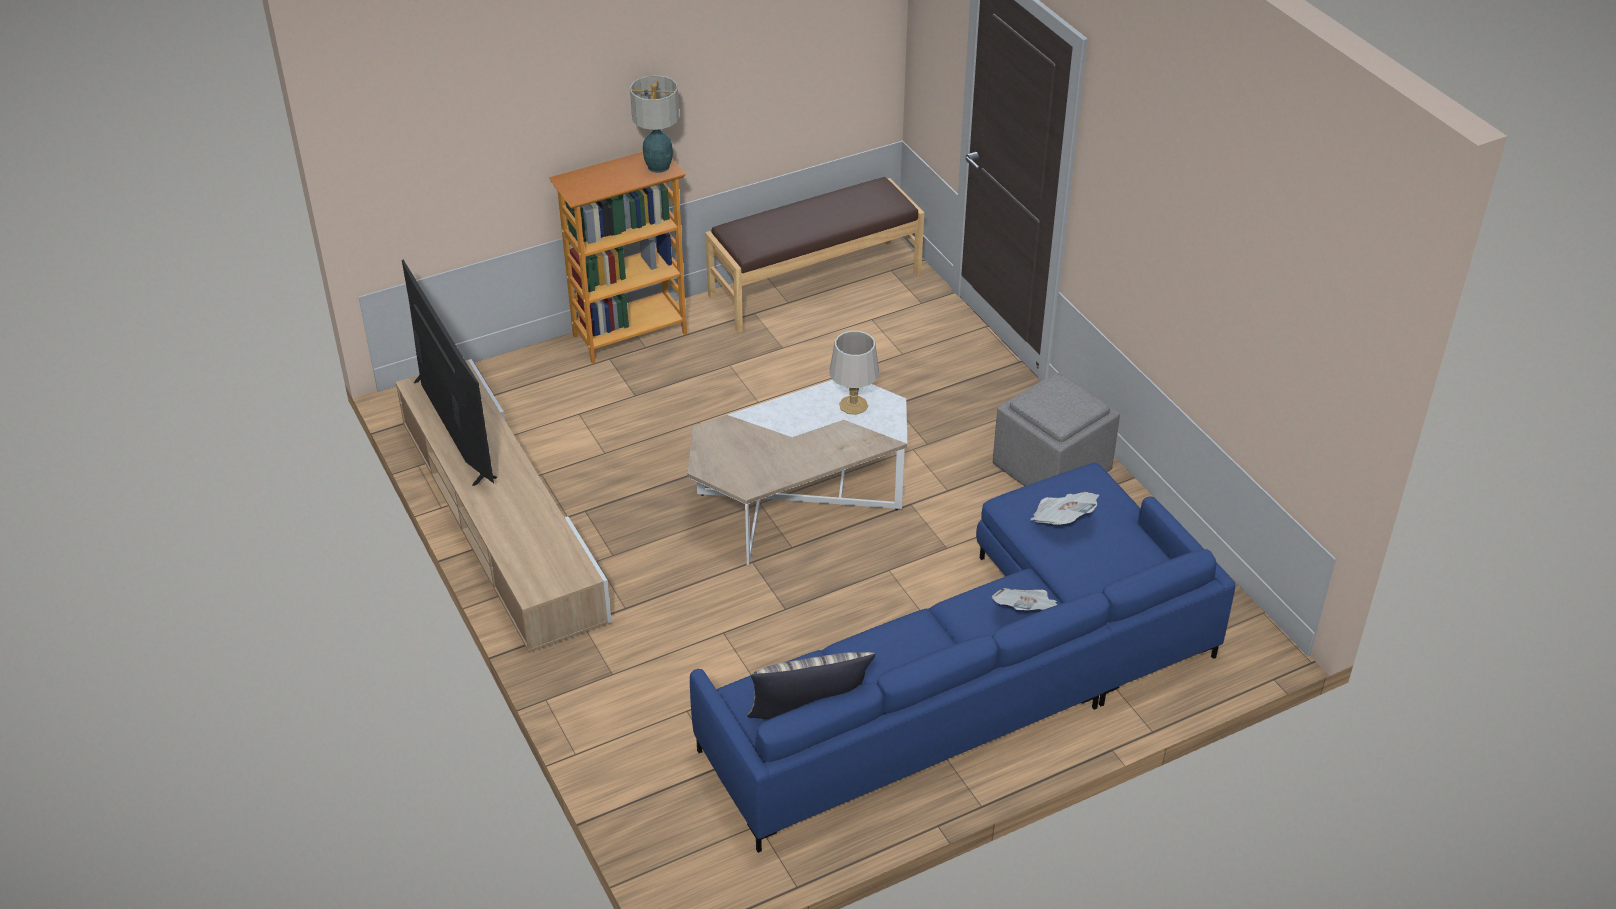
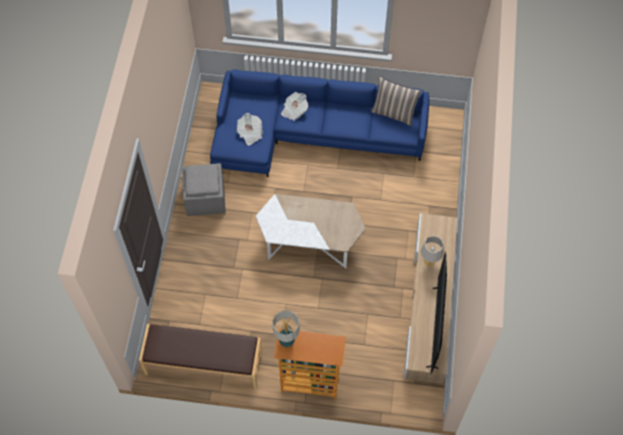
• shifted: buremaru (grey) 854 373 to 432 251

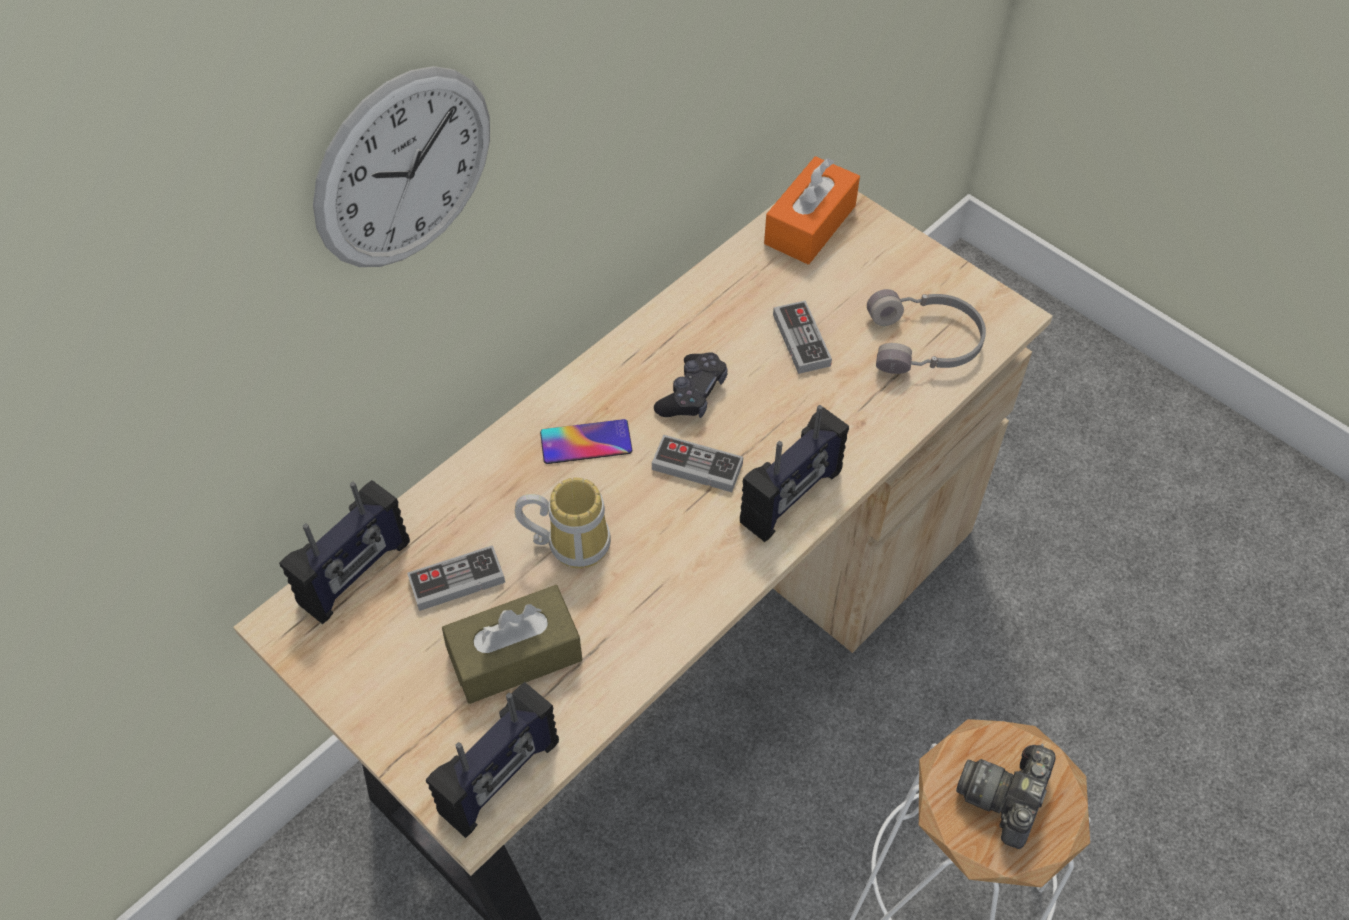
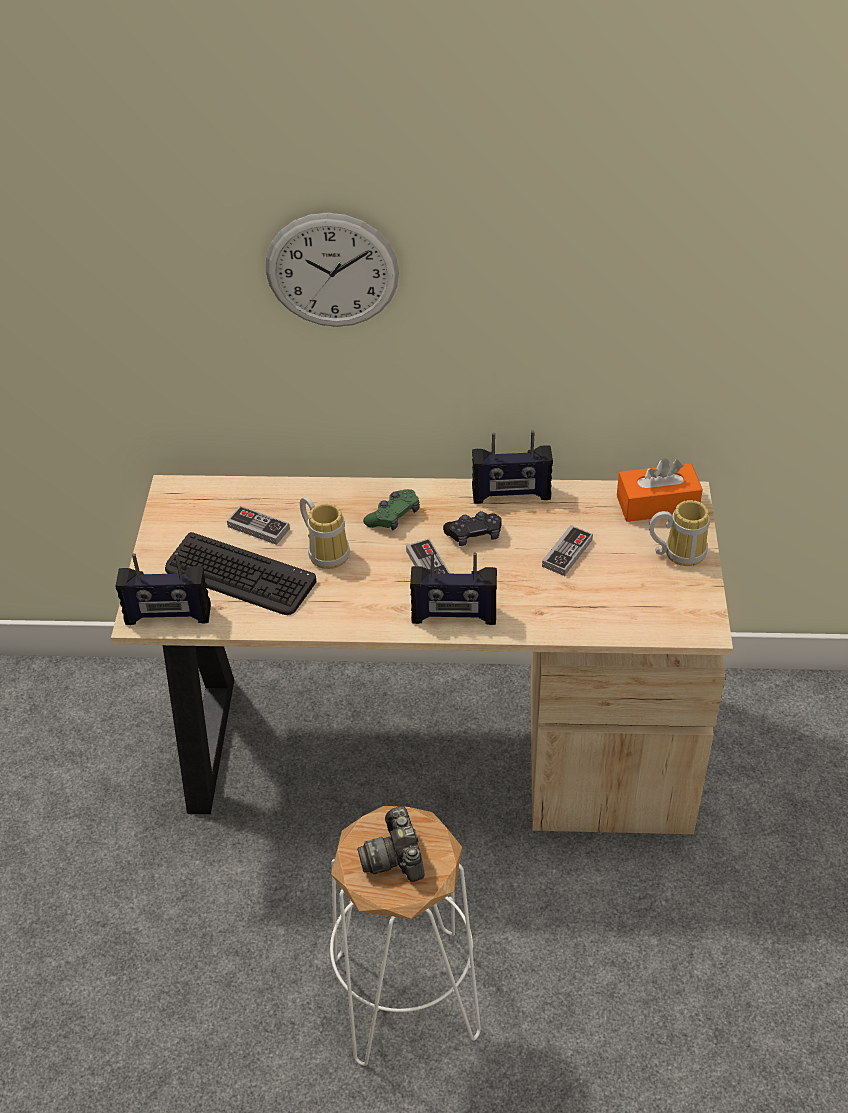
• gone: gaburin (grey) 926 331
• swapped: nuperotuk 586 441 to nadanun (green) 391 510
• shifted: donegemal 344 552 to 512 467
• swapped: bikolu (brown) 512 644 to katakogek 240 573
• rotated: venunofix 1006 796 = 390 844 90 degrees counterclockwise
• new: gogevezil 679 533

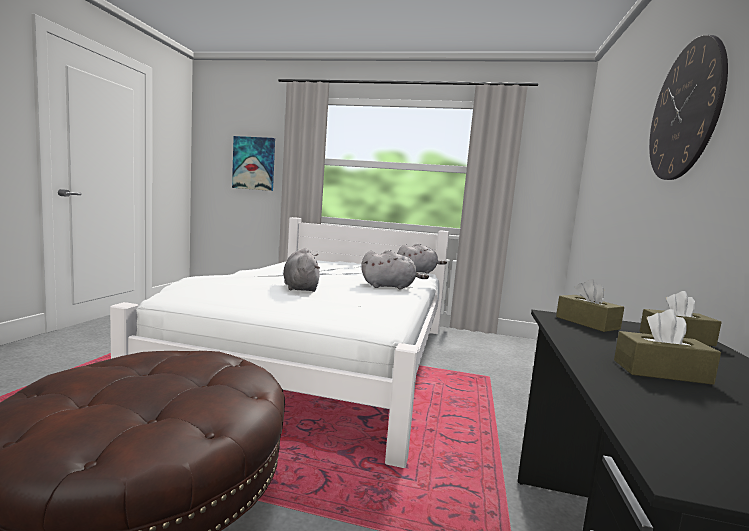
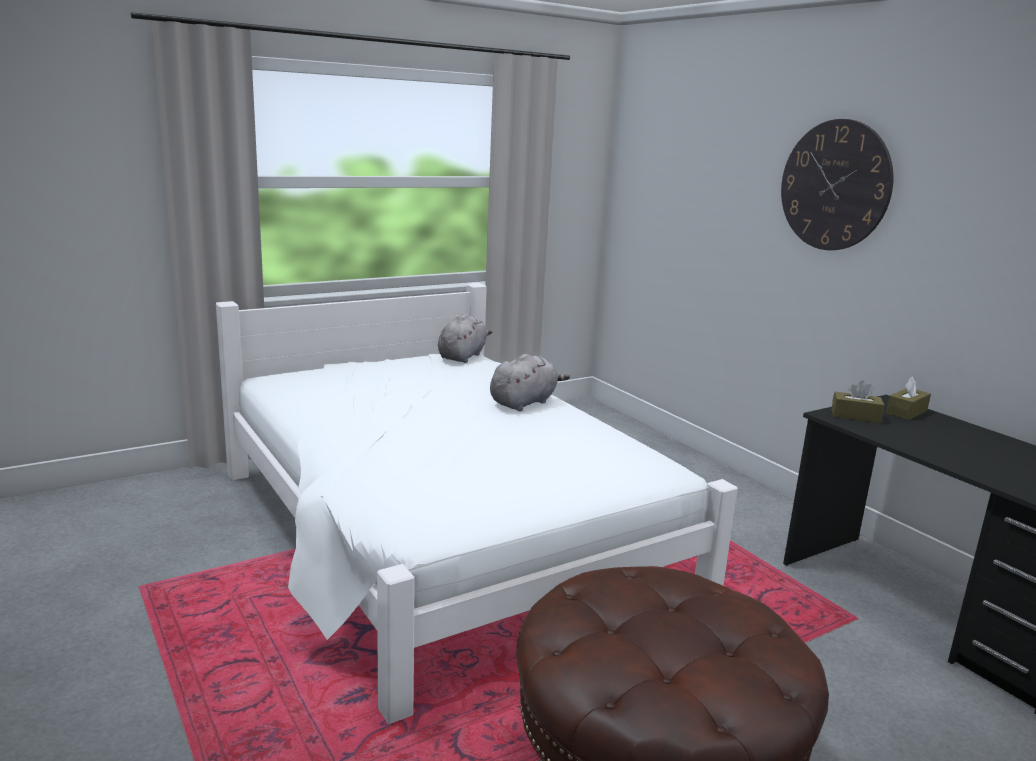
• gone: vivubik 253 163
• gone: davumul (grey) 301 270
• gone: bikolu (brown) 667 347

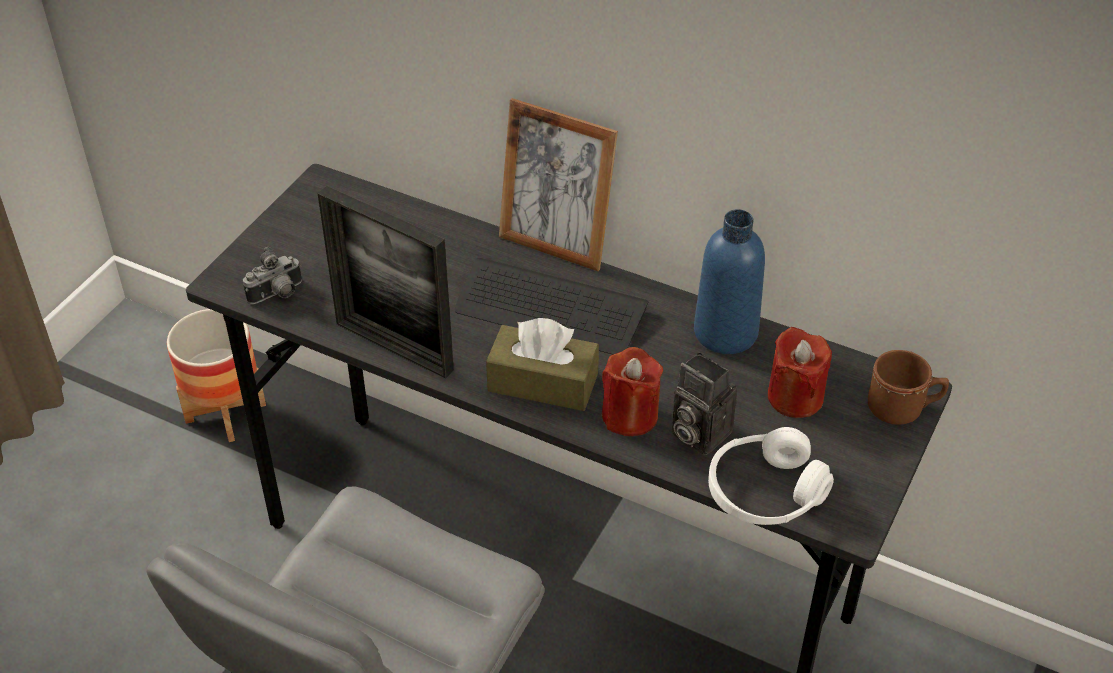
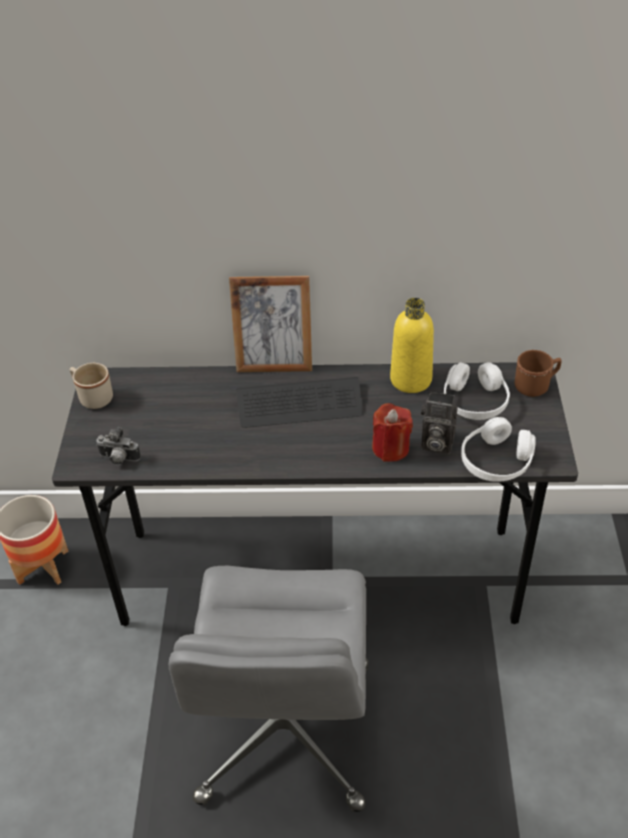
• gone: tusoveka 386 282
• repainted: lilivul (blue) 729 281 to lilivul (yellow) 412 345
• rotated: venunofix 272 275 = 118 446 75 degrees clockwise
• gone: bikolu (brown) 542 364
• swapped: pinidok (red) 800 372 to gaburin (white) 477 391
• new: gogevezil (beige) 91 386

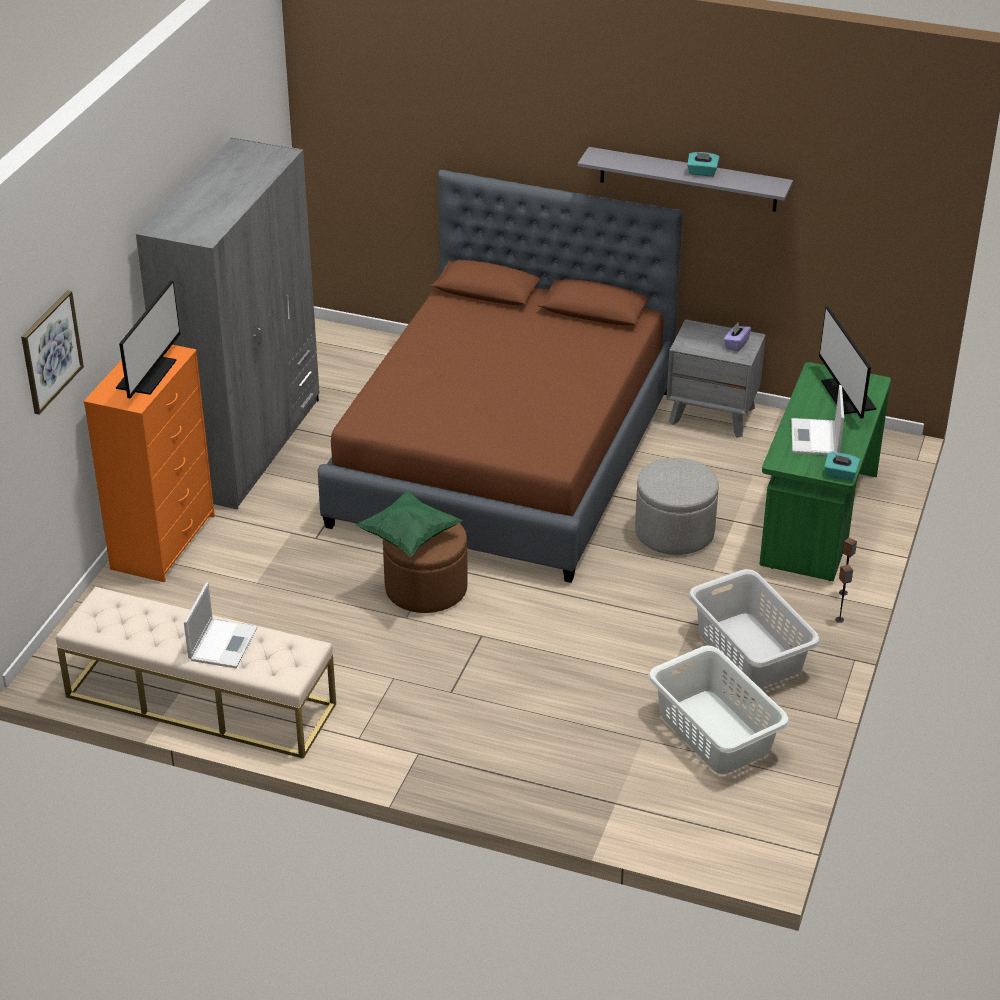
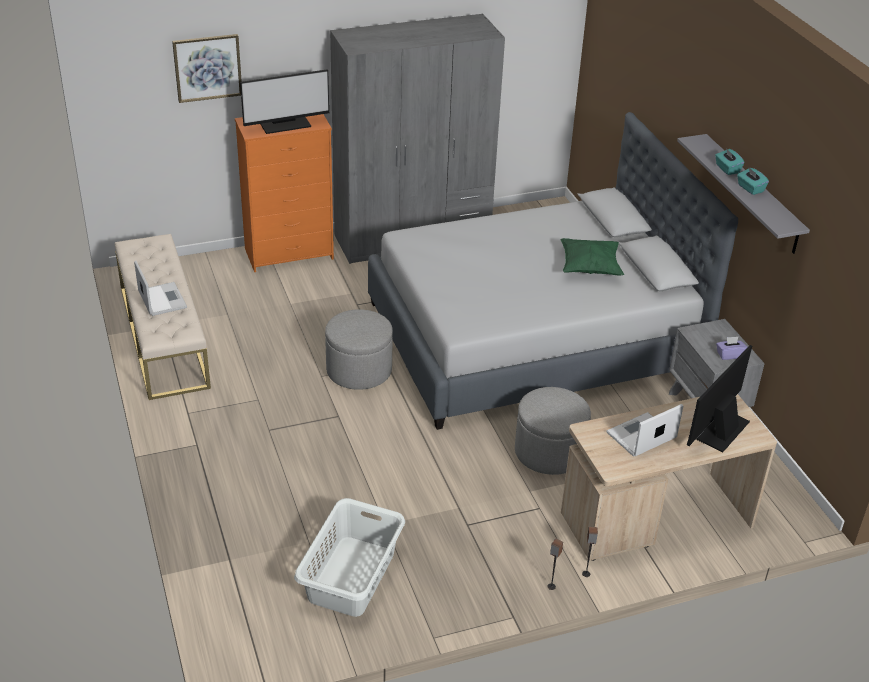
• repainted: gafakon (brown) 500 376 to gafakon (grey) 553 271
• repainted: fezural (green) 825 471 to fezural (beige) 669 477
• shifted: bikolu (turquoise) 842 466 to 729 161
• shifted: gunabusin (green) 409 524 to 592 257
• repainted: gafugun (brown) 425 568 to gafugun (grey) 359 349
• gone: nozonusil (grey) 754 628
• rotated: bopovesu 221 625 = 160 288 90 degrees counterclockwise

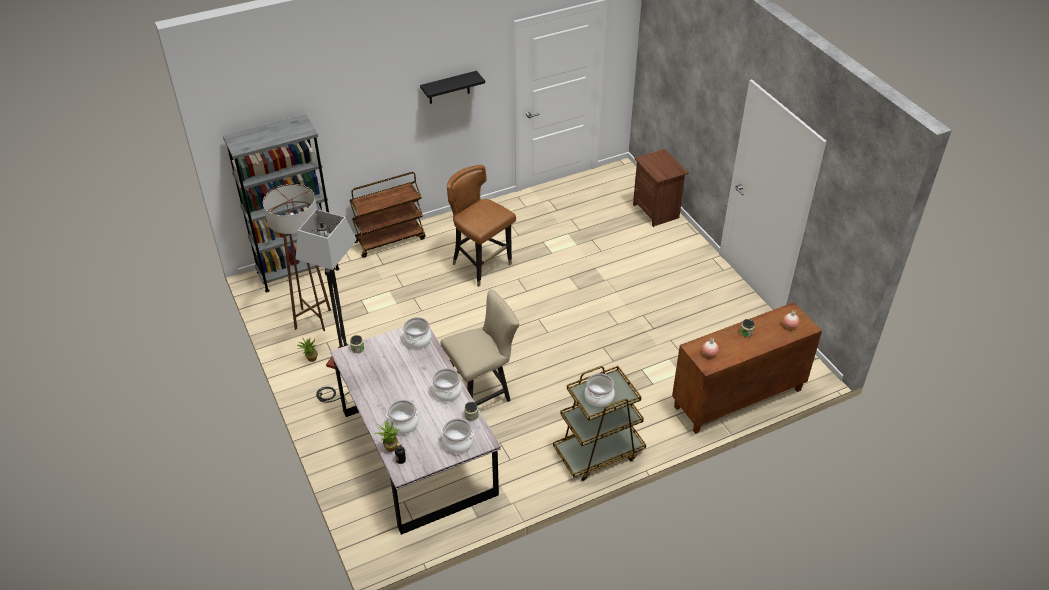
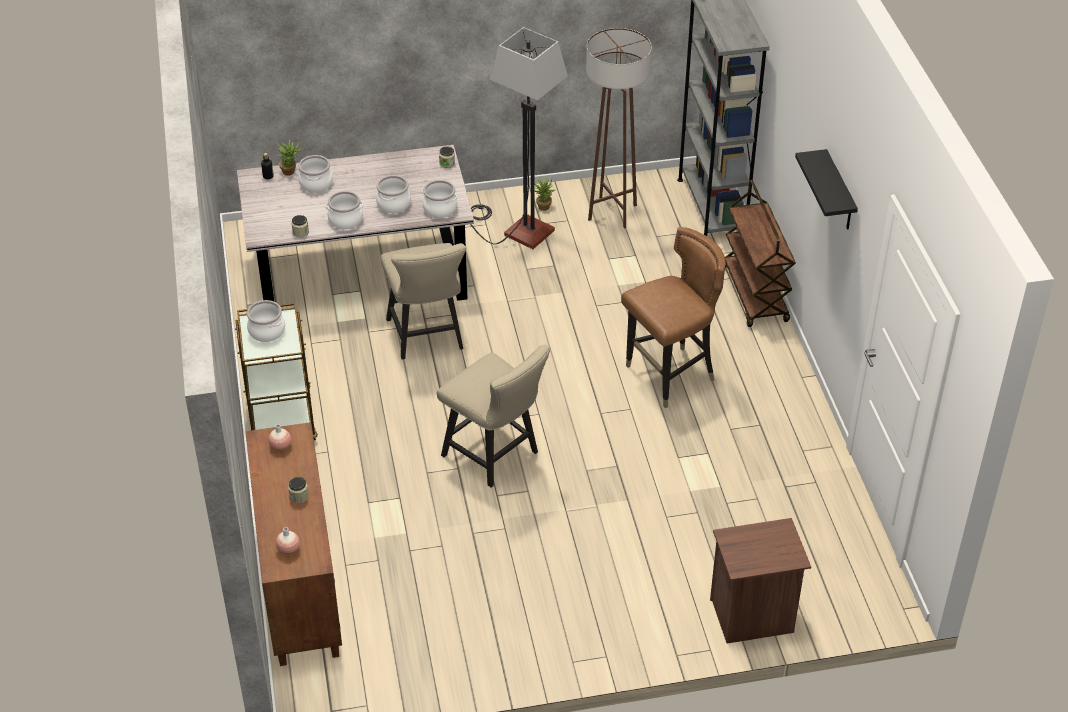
• shifted: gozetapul 457 435 to 393 194
• new: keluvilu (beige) 493 416

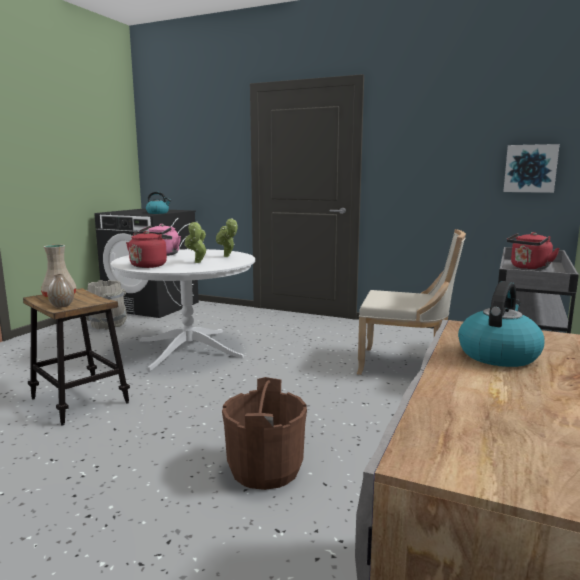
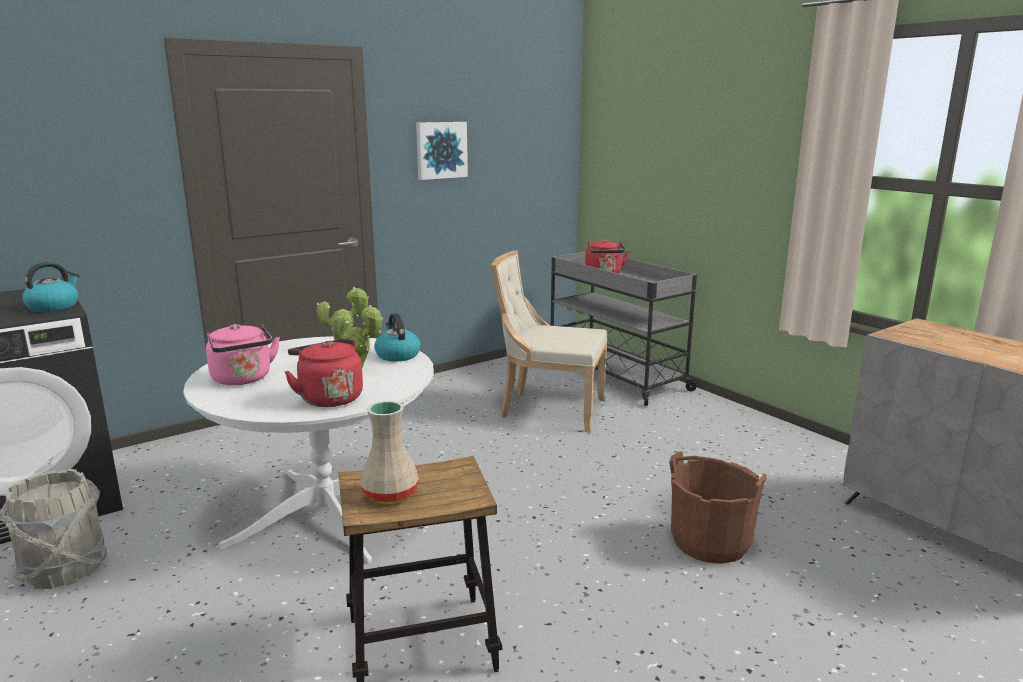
• shifted: vivubik 531 168 to 442 151
• rotated: keluvilu (beige) 411 302 = 549 341 120 degrees counterclockwise
• gone: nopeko 60 291
• shifted: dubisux 501 324 to 397 337

